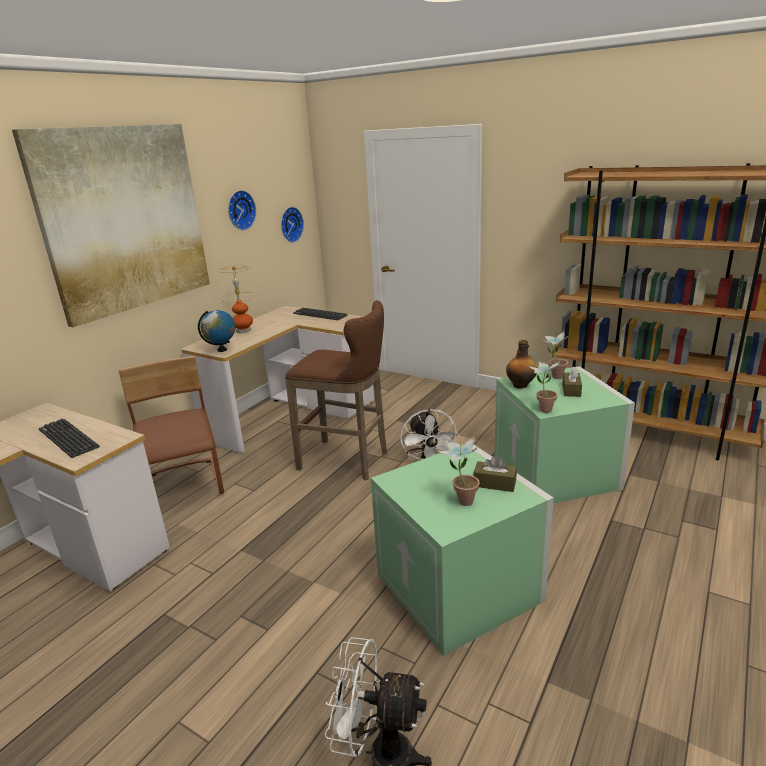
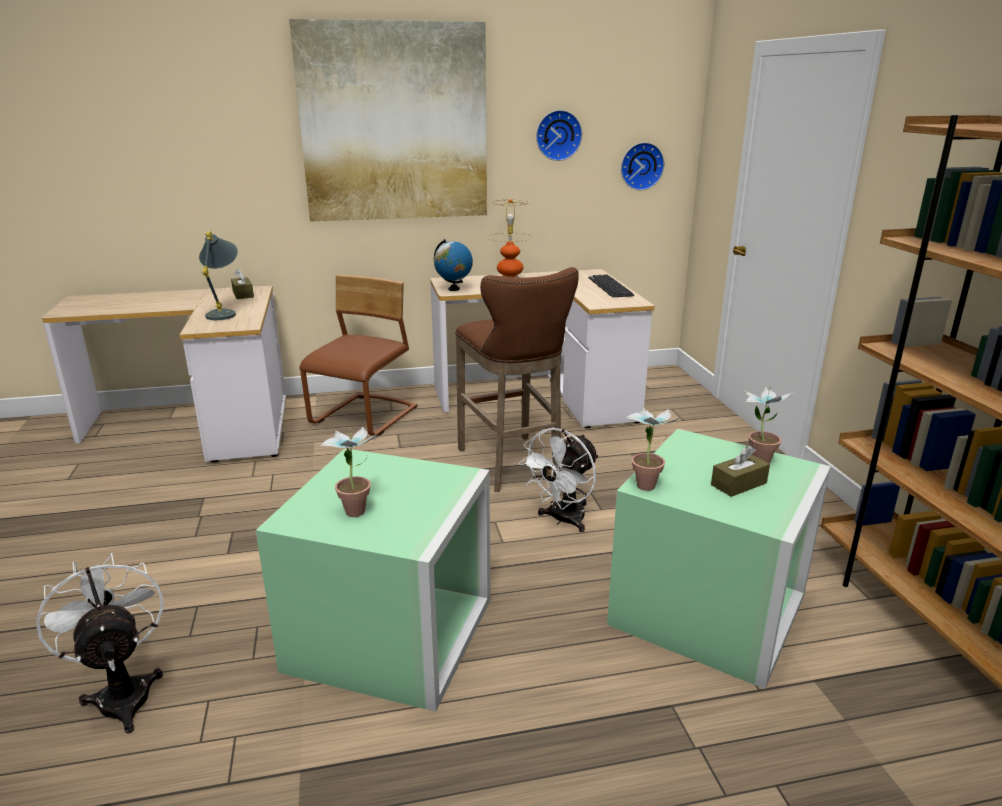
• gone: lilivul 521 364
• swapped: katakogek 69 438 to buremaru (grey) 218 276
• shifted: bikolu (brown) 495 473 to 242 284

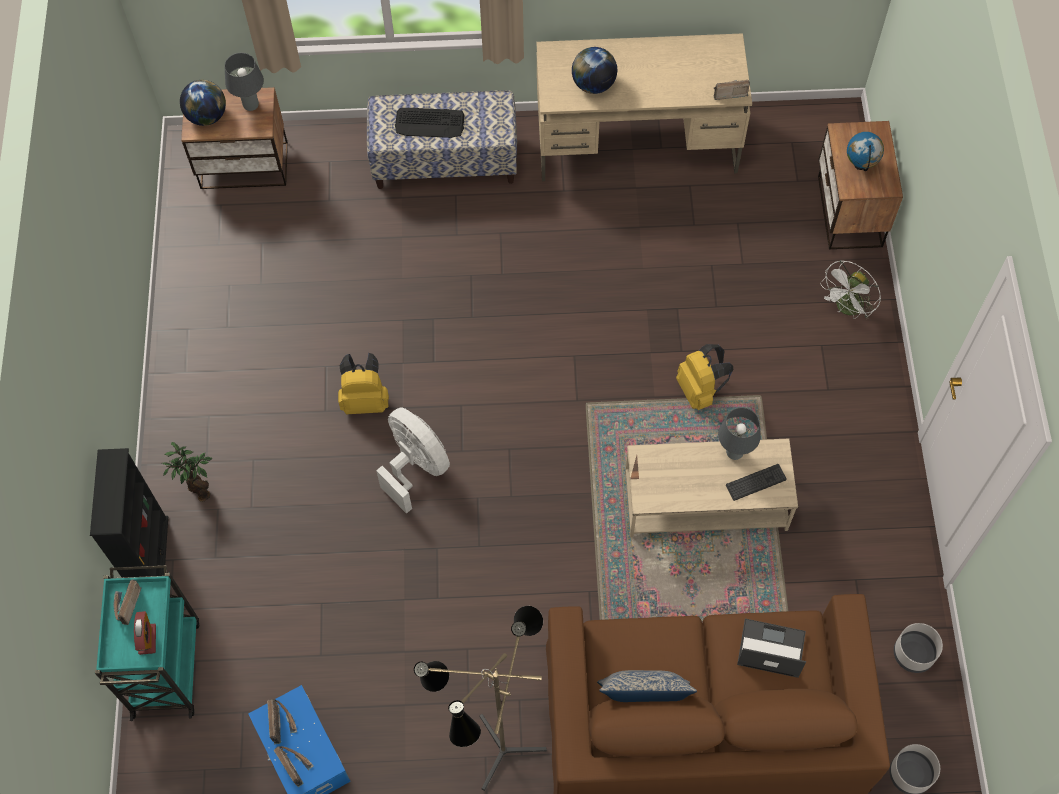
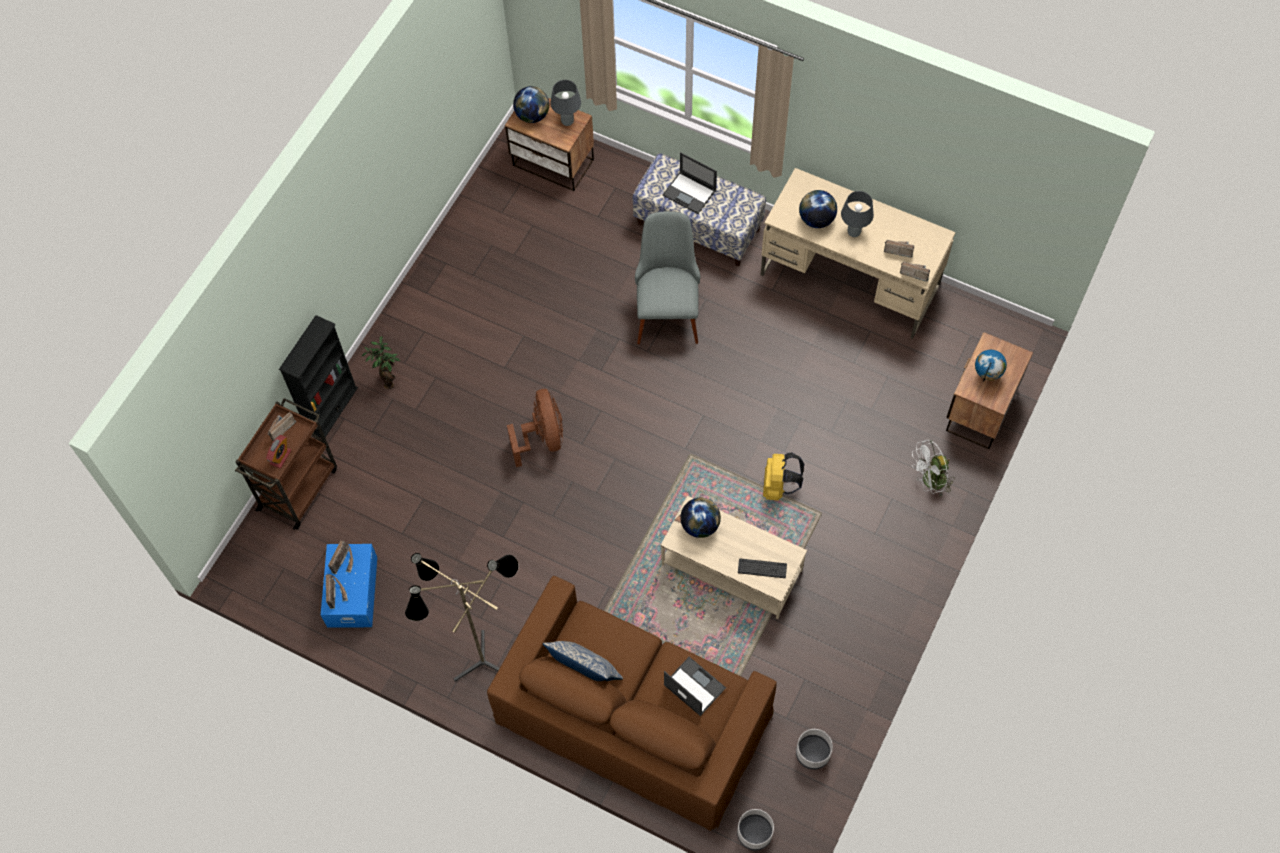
• swapped: katakogek 430 123 to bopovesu 690 183
• gone: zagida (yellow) 363 383
• repainted: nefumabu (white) 413 460 to nefumabu (brown) 535 428
• shifted: buremaru (grey) 739 433 to 857 214
• repainted: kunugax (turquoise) 147 643 to kunugax (brown) 286 464
• new: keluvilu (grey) 667 277
• new: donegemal 899 249
• new: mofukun 700 518

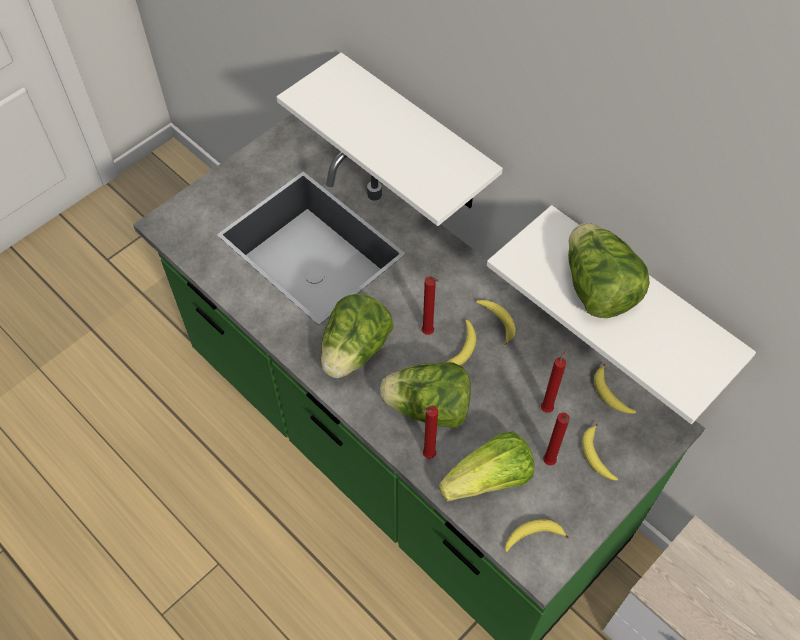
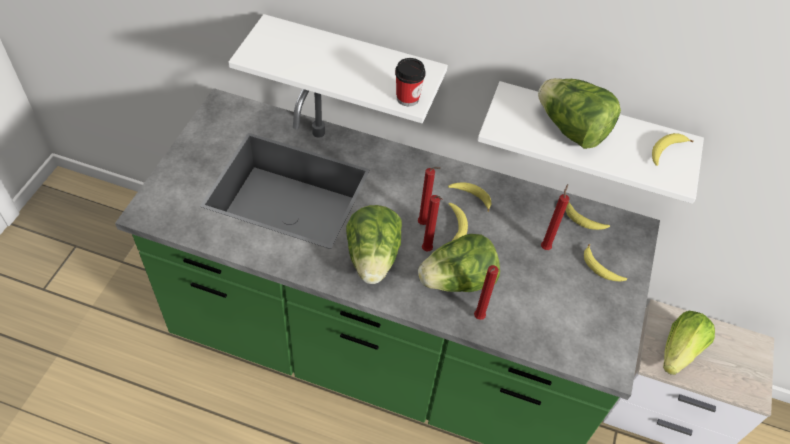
• shifted: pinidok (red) 556 439 to 432 223
• shifted: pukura 486 466 to 689 343
• shifted: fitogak 537 535 to 672 149
• new: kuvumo 410 82

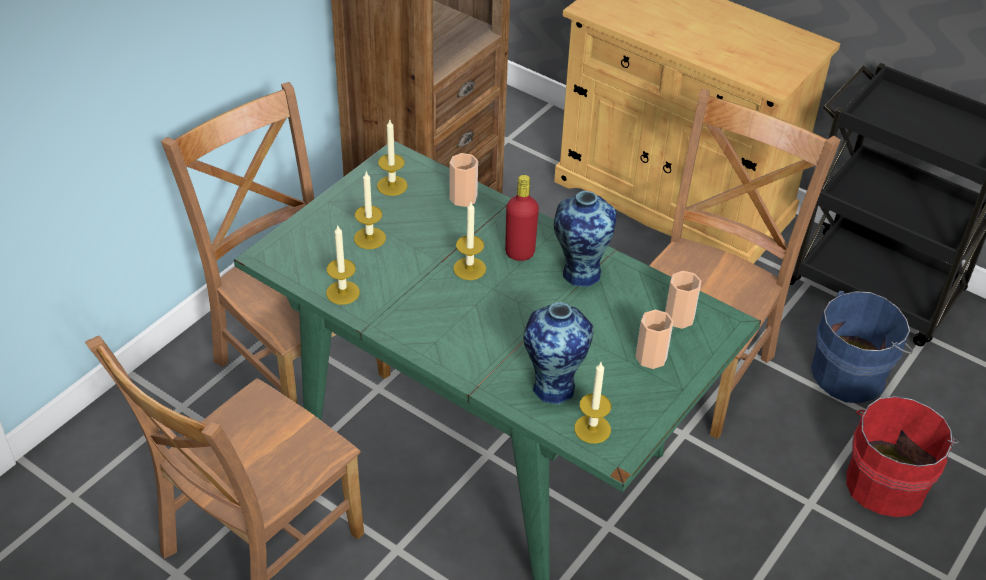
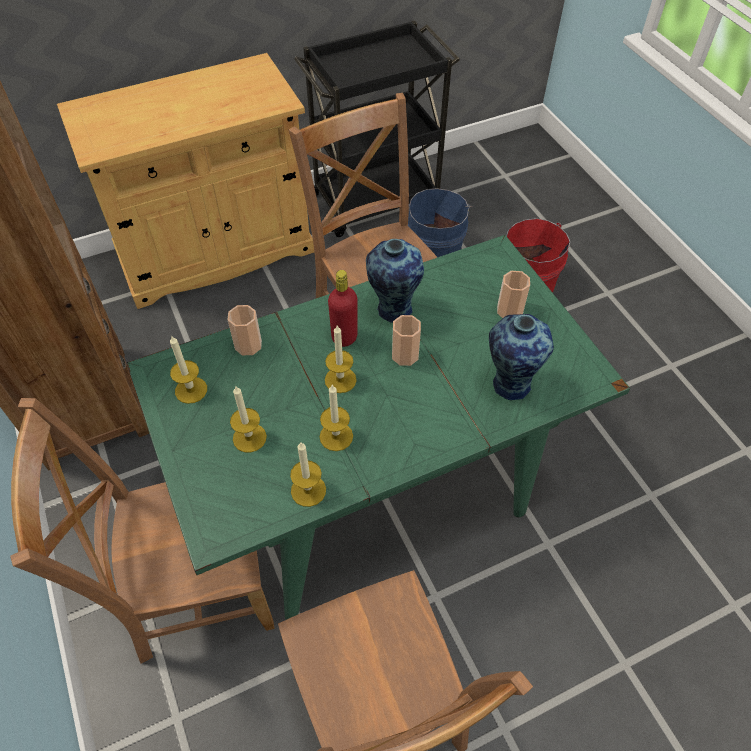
• shifted: kuvumo 683 300 to 406 340
• shifted: pinidok 592 403 to 336 418

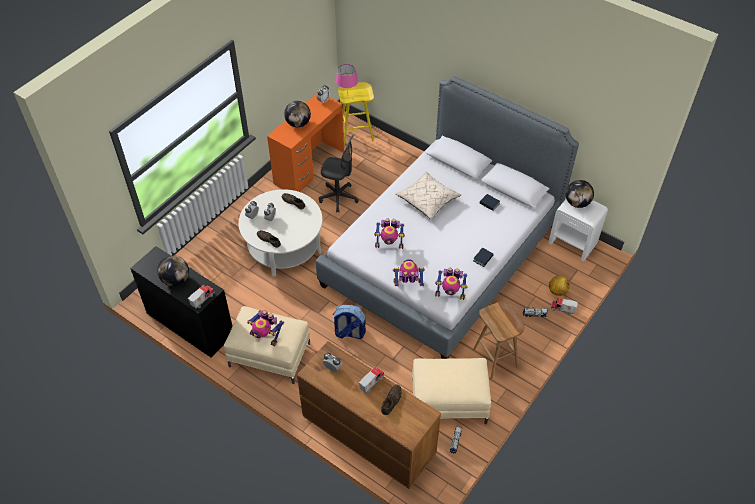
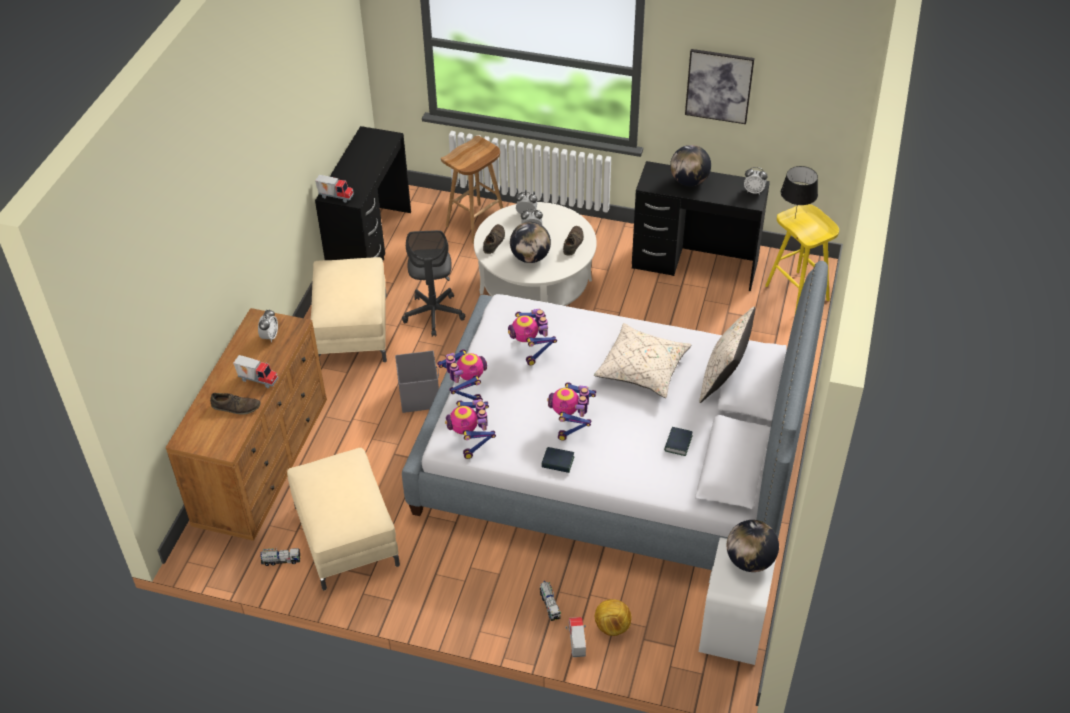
• repainted: buremaru (pink) 347 80 to buremaru (black) 799 191
• repainted: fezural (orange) 305 143 to fezural (black) 701 226
• shifted: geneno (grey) 339 174 to 433 283
• shifted: mofukun 173 270 to 530 242
• shifted: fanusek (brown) 498 340 to 472 189
• swapped: zagida 349 322 to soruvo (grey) 417 381
• shifted: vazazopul 265 328 to 571 411
• new: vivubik 720 86
• new: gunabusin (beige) 727 354

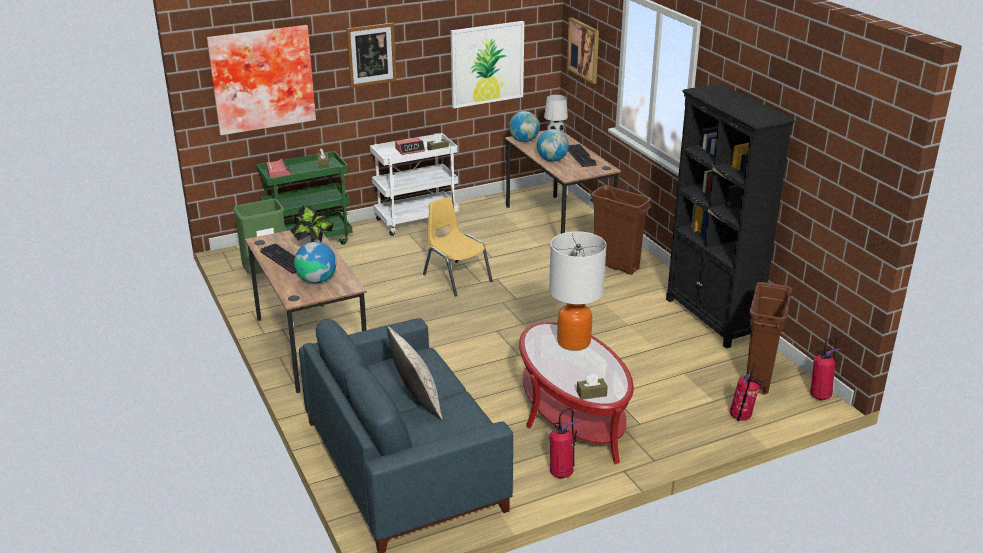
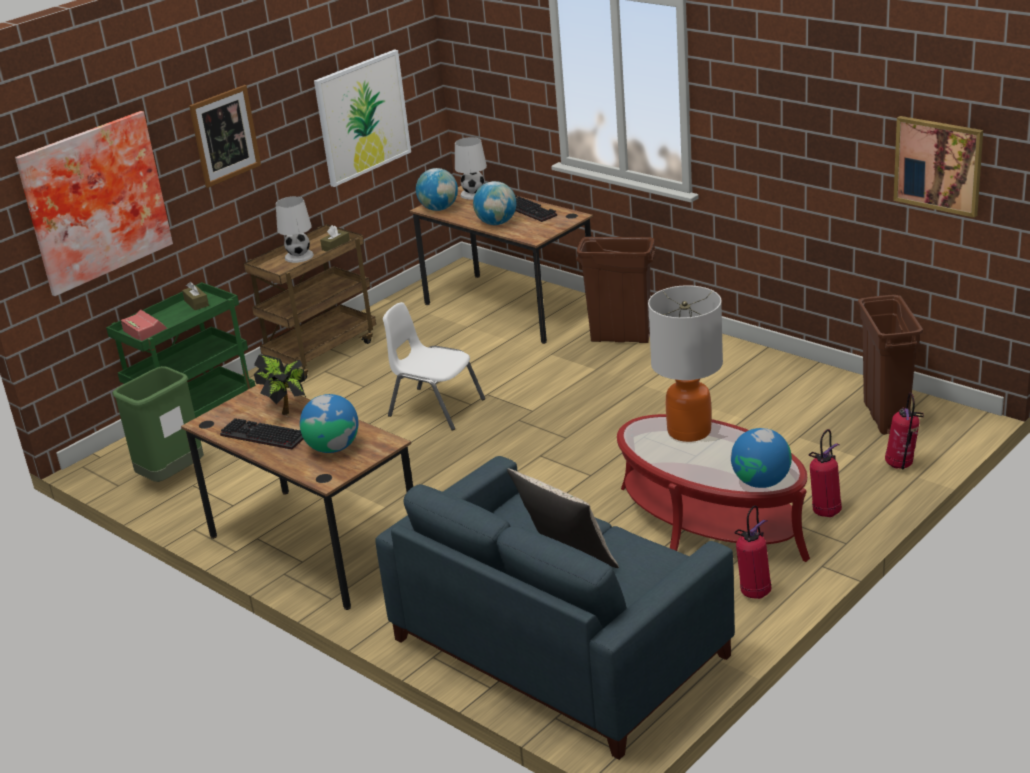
• shifted: vivubik 583 51 to 938 167
• gone: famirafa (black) 730 216
• repainted: kunugax (white) 414 184 to kunugax (brown) 310 301
• swapped: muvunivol 410 146 to buremaru (white) 295 229
• repainted: keluvilu (yellow) 458 247 to keluvilu (white) 434 366
• shifted: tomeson 825 368 to 825 473
• swapped: bikolu (brown) 592 387 to mofukun 761 458

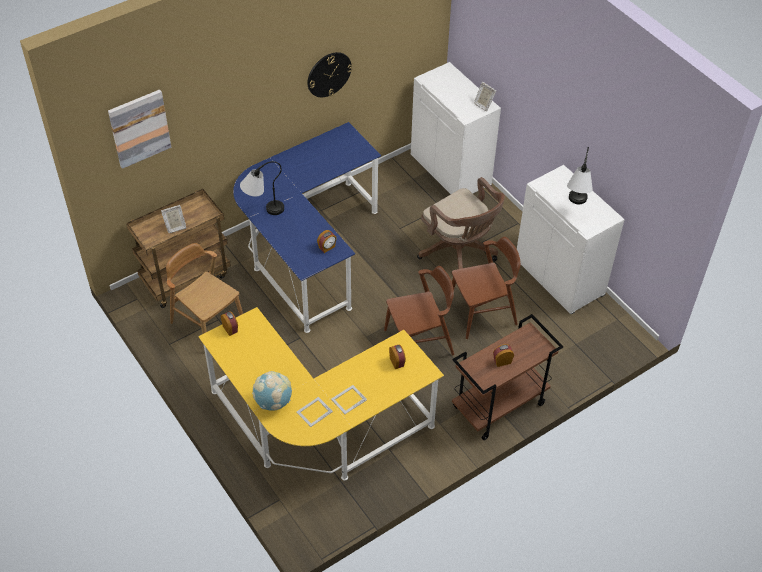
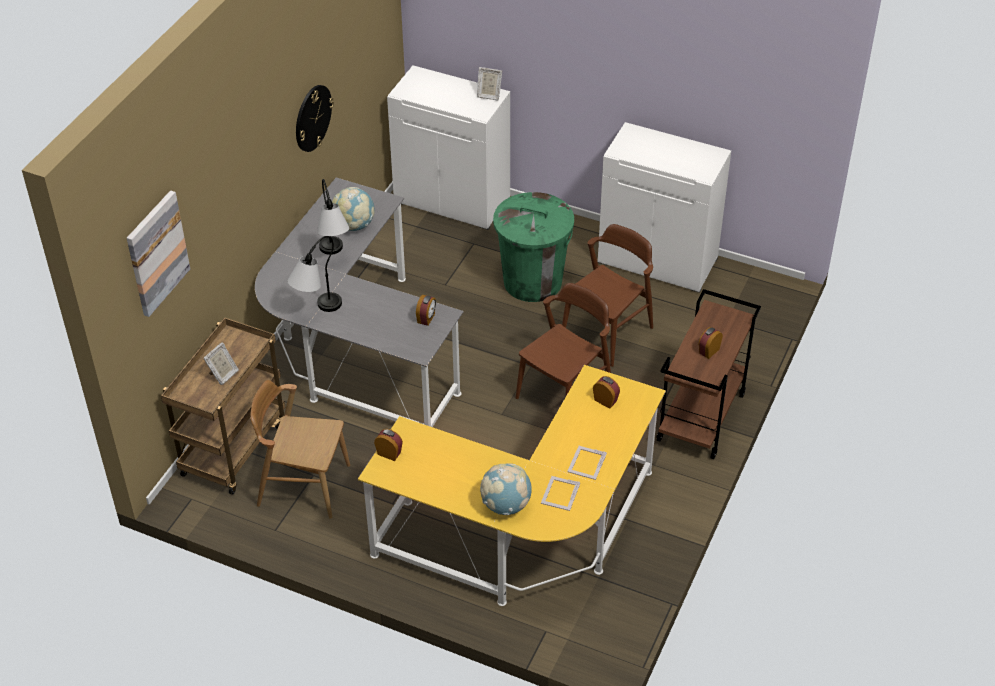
• repainted: fezural (blue) 307 227 to fezural (grey) 359 302
• shifted: buremaru 580 175 to 333 217
• swapped: geneno (brown) 461 223 to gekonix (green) 533 247
• new: mofukun 353 209

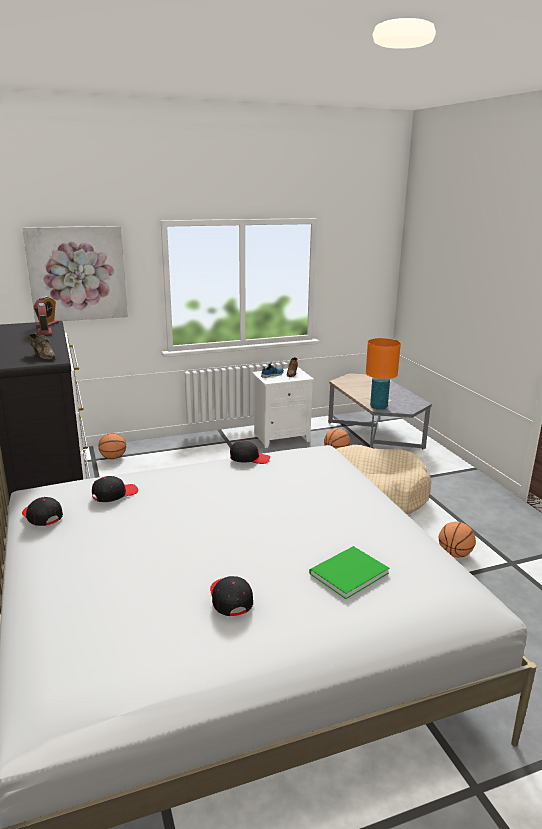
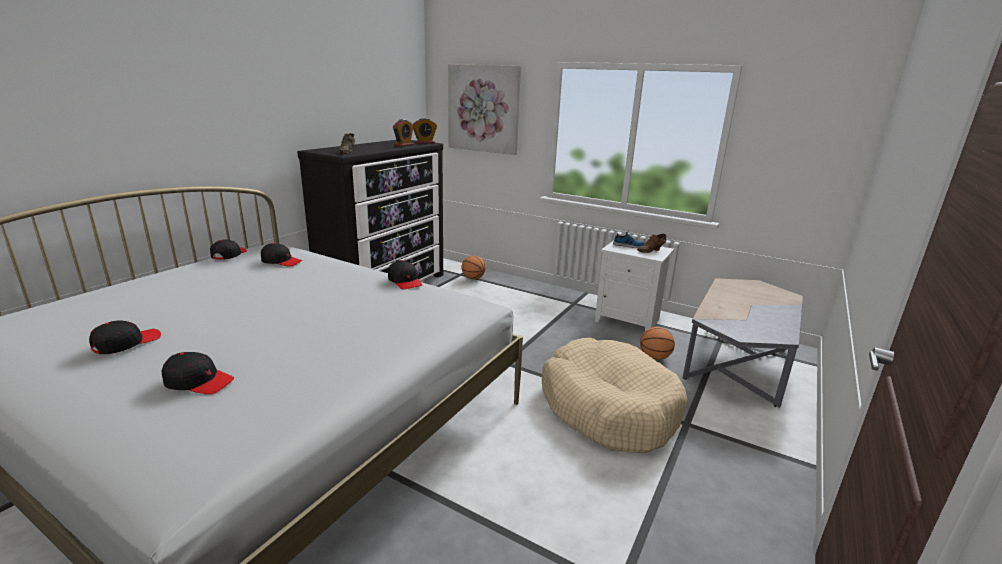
• gone: buremaru (orange) 383 374
• gone: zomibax 457 540
• swapped: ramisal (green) 349 572 to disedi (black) 198 373

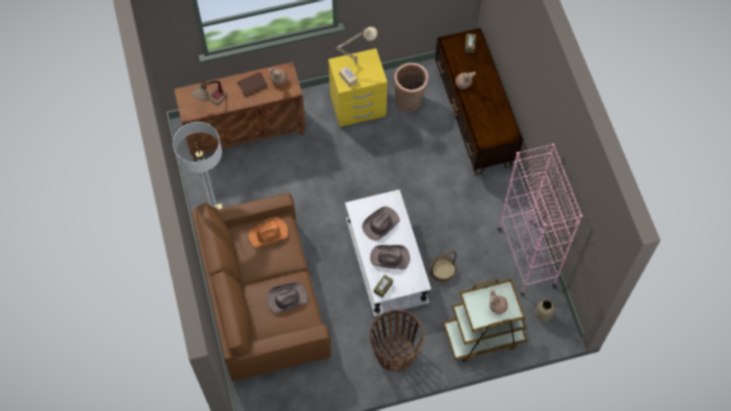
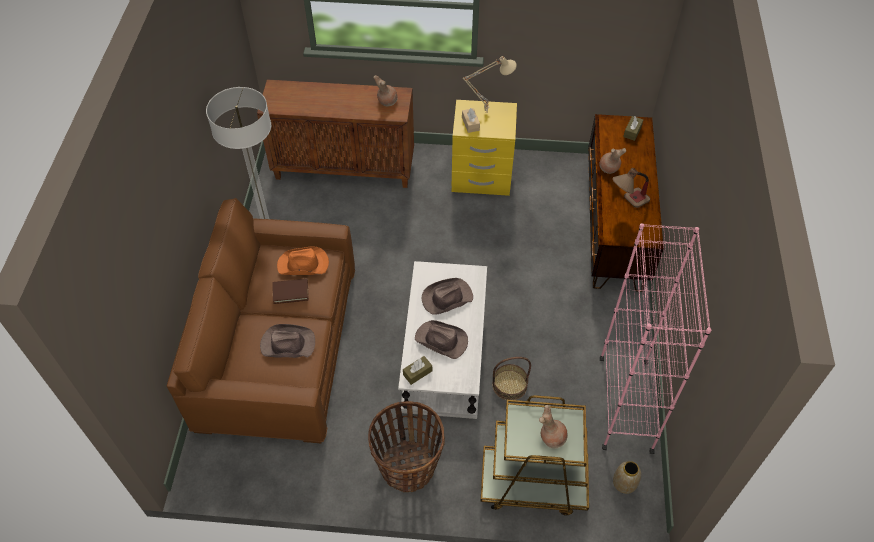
• gone: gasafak 411 87
• shifted: ramisal (brown) 252 84 to 291 291
• shifted: buremaru 209 93 to 631 188

